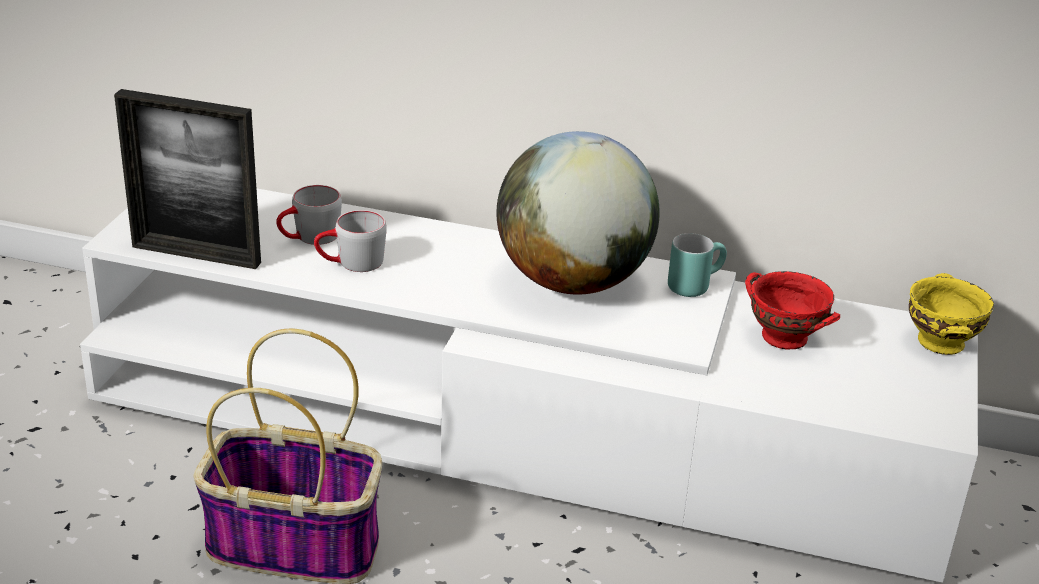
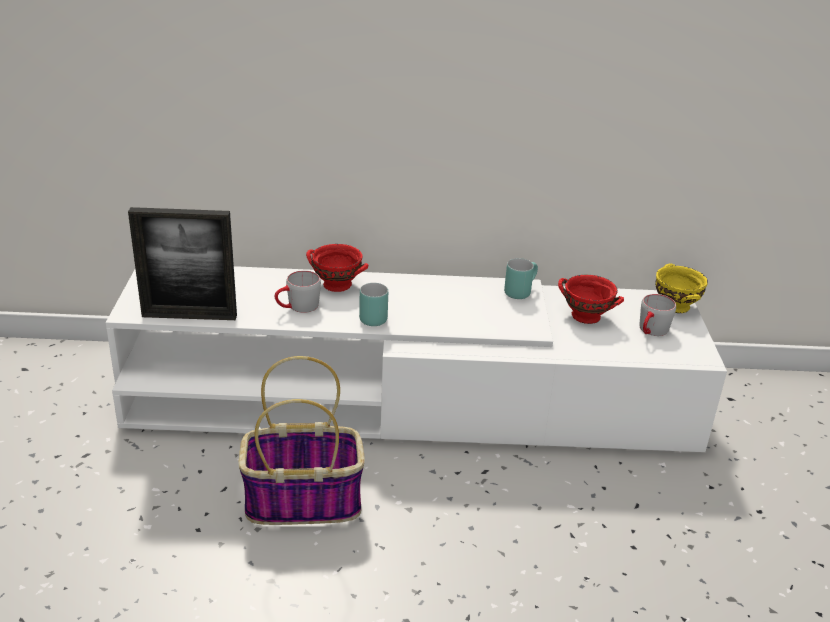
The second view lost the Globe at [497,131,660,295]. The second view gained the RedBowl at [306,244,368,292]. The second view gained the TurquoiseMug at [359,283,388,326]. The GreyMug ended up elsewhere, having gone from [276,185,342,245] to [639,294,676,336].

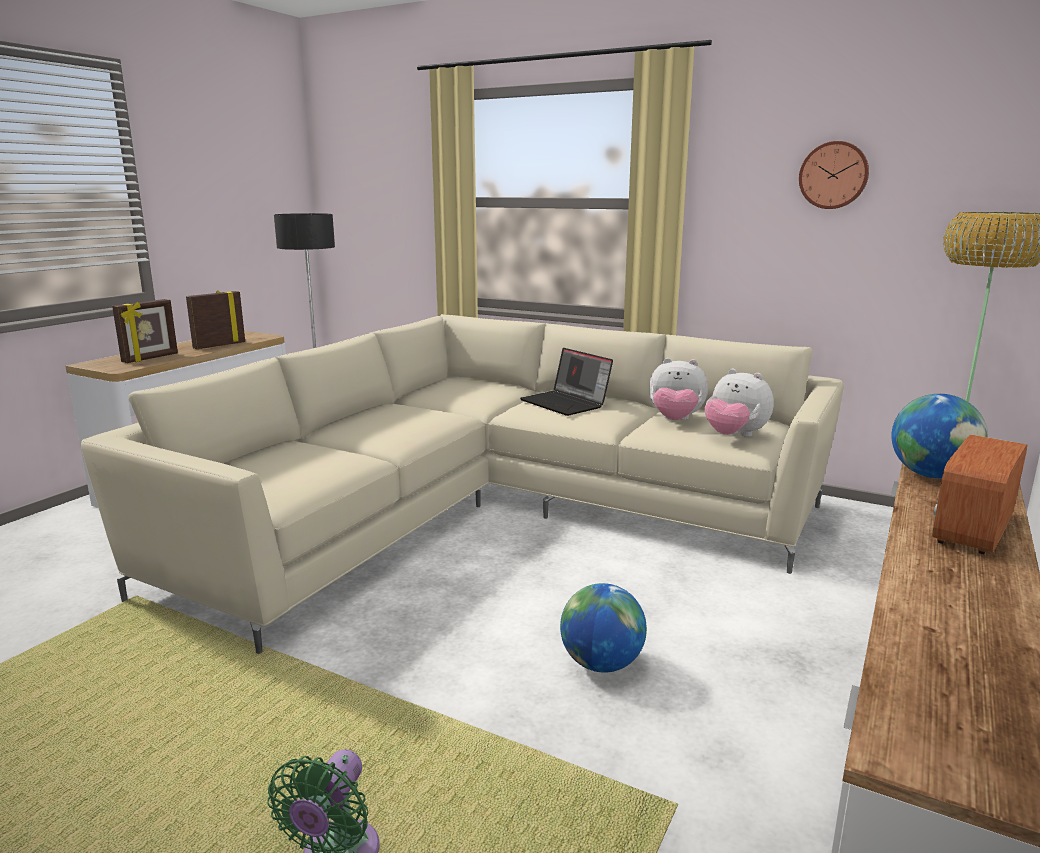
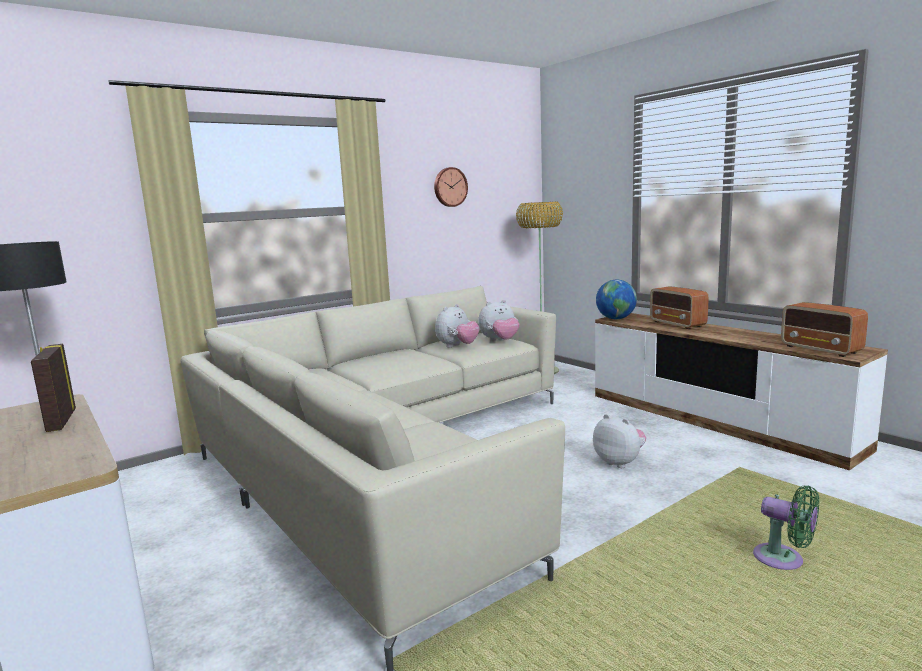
The second view lost the PictureFrame at [112,299,178,363]. The second view lost the Laptop at [520,348,613,416]. The second view gained the Radio at [781,302,868,357]. Where the Globe stood at [560,583,647,673], the PlushToy came to stand at [593,414,646,468].

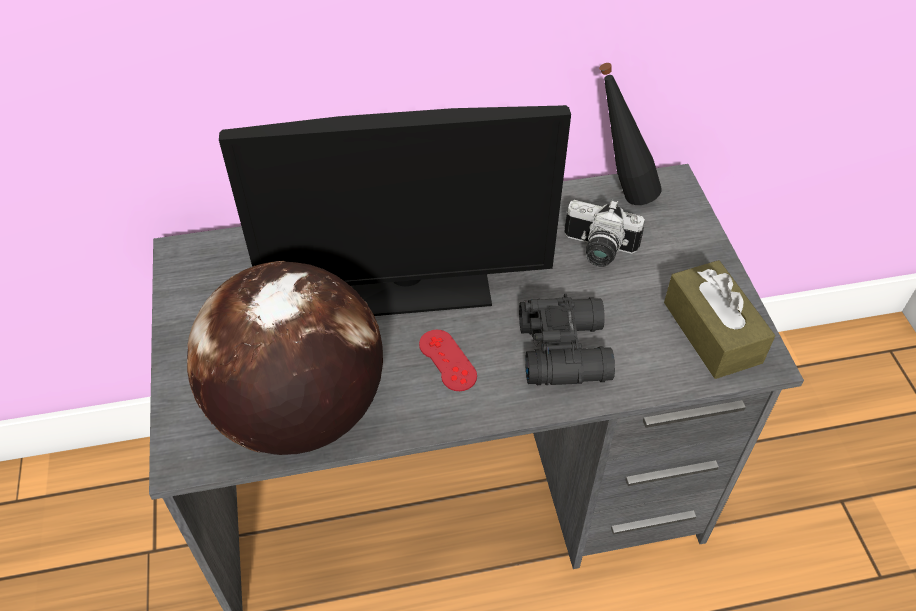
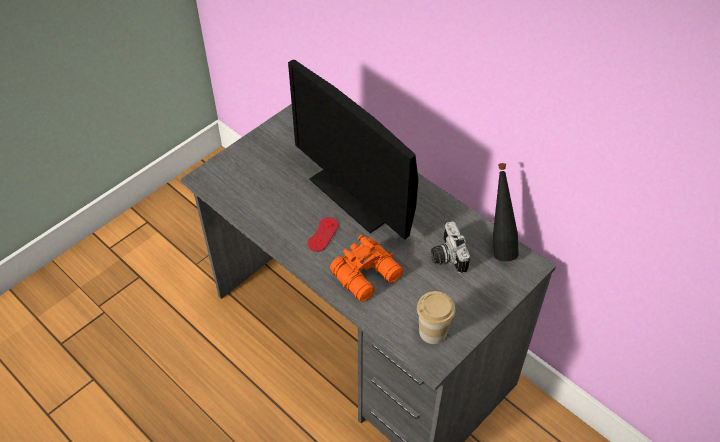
The second view lost the Globe at [187,261,383,455]. Where the BrownTissueBox stood at [664,260,775,379], the Cup came to stand at [417,291,455,344]. What was the BlackBinoculars at [519,294,615,385] turned into the OrangeBinoculars at [330,235,403,302].

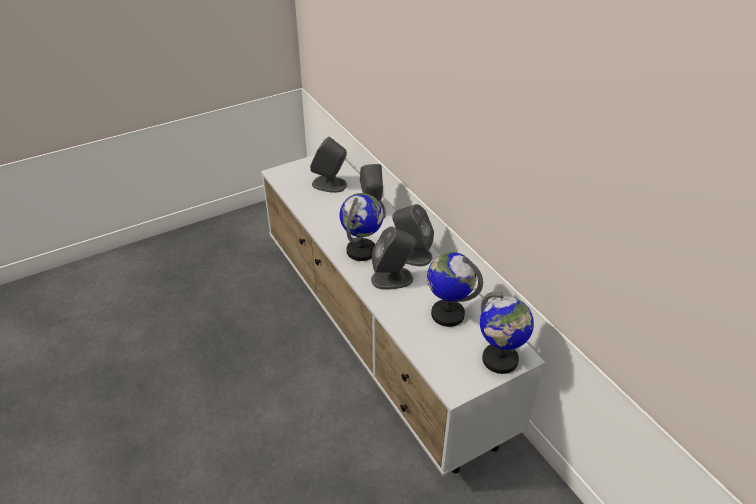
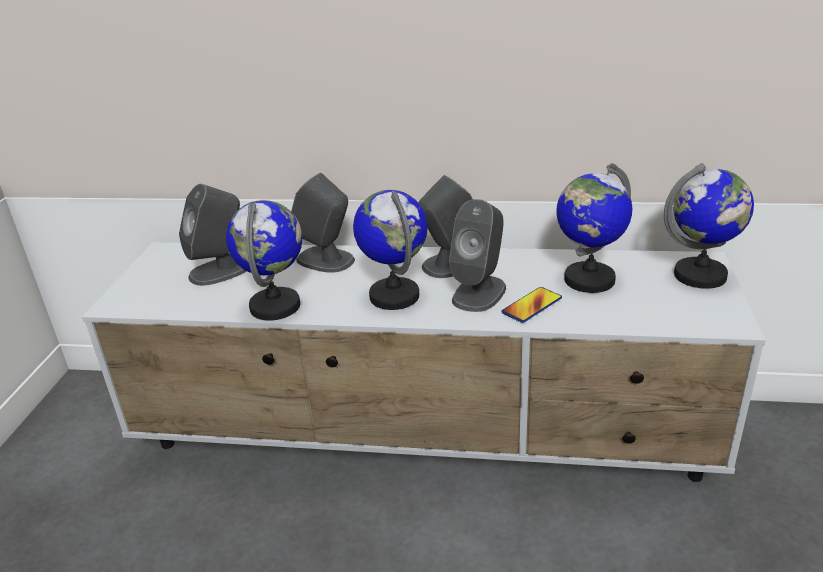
The second view gained the Globe at [226,200,302,321]. The second view gained the Phone at [502,287,562,323].

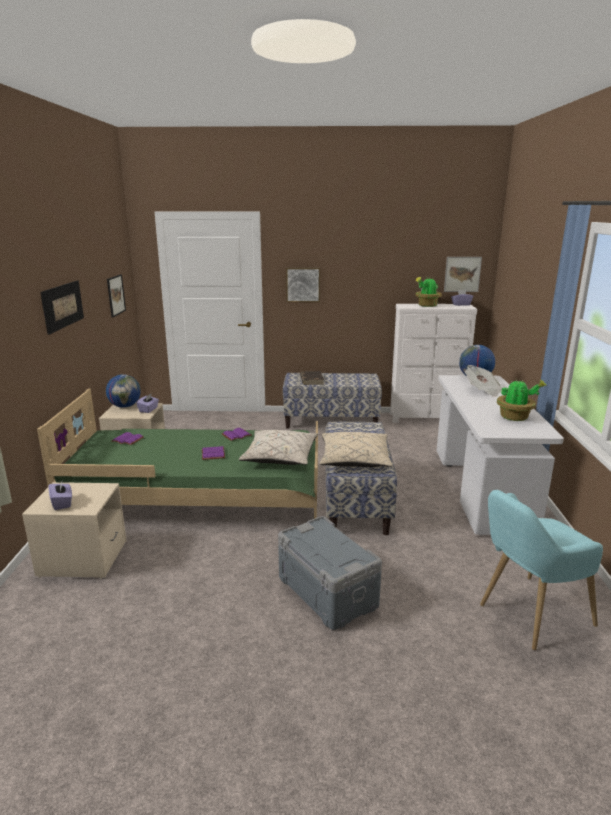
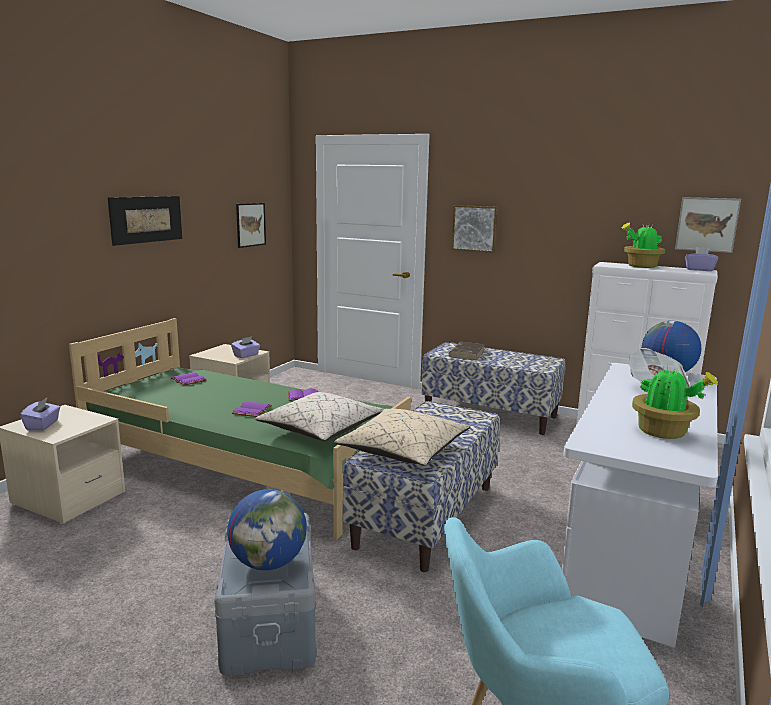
The Globe ended up elsewhere, having gone from [106,374,141,408] to [227,489,307,570].

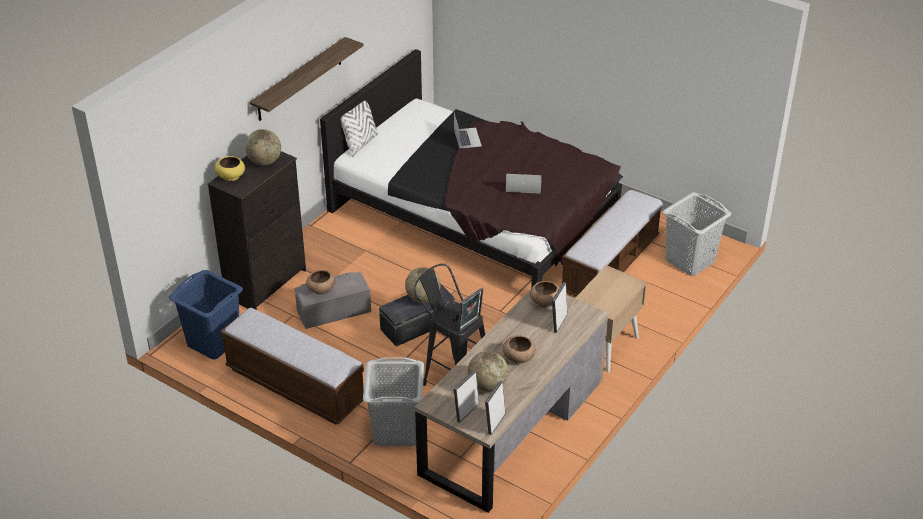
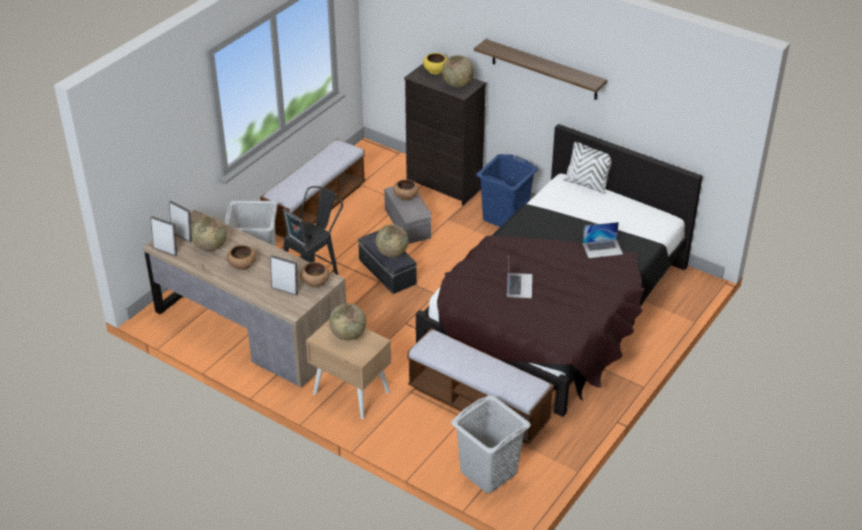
The second view gained the Globe at [329,303,366,340]. The BlueLaundryBasket ended up elsewhere, having gone from [169,270,243,359] to [476,154,538,227].

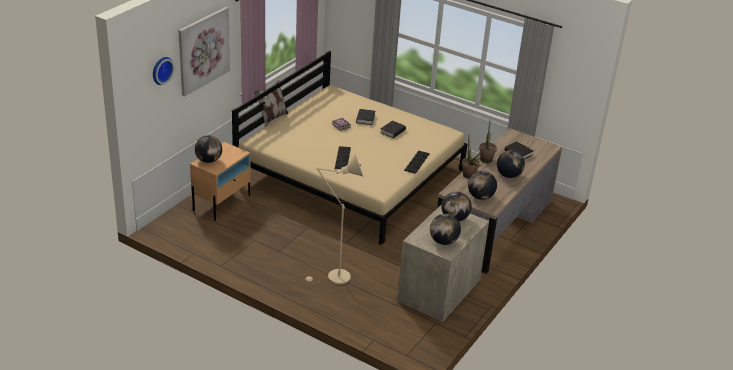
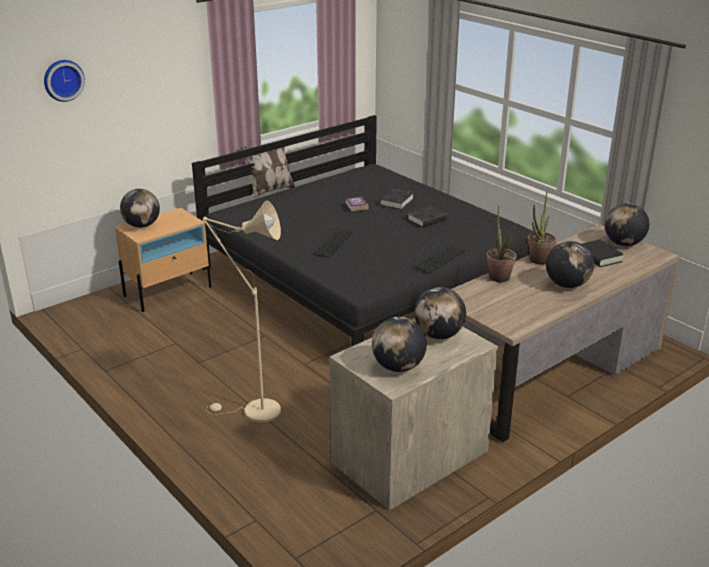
The second view lost the Picture at [178,7,230,97]. The Globe ended up elsewhere, having gone from [468,171,497,200] to [605,203,649,246]. What was the BeigeBed at [232,51,468,245] turned into the BlackBed at [192,115,534,347].

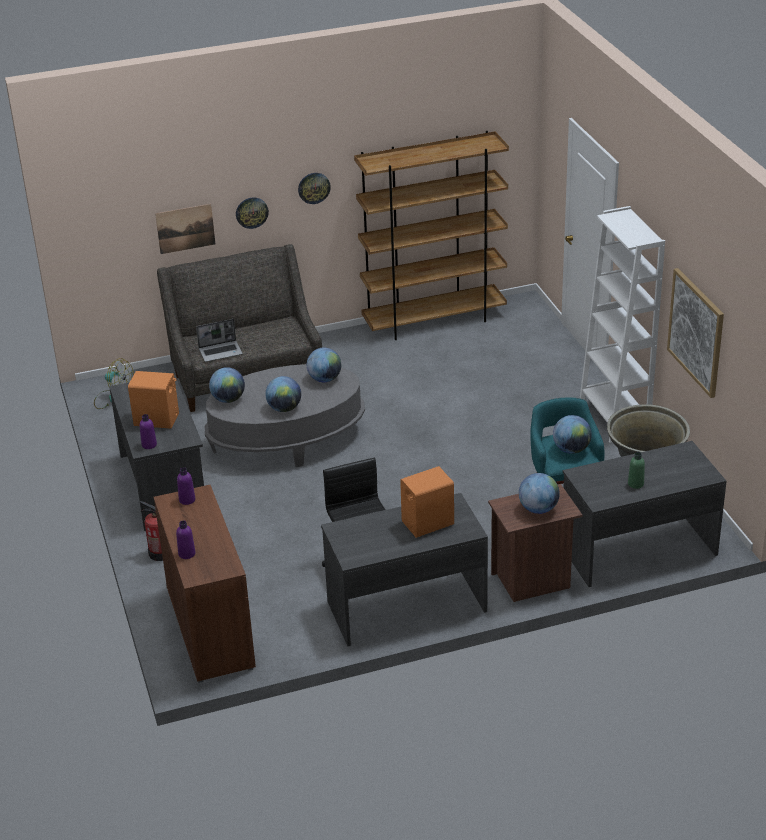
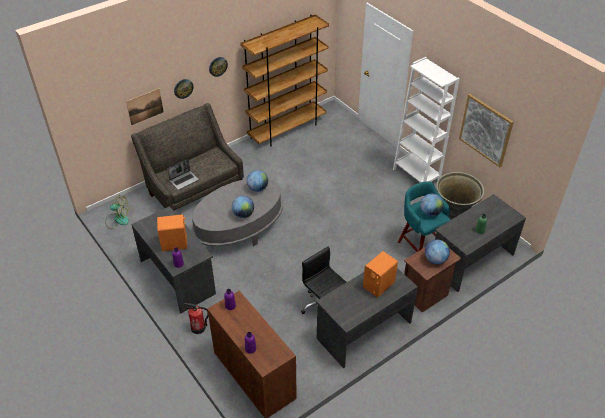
The second view lost the Globe at [209,367,245,403].

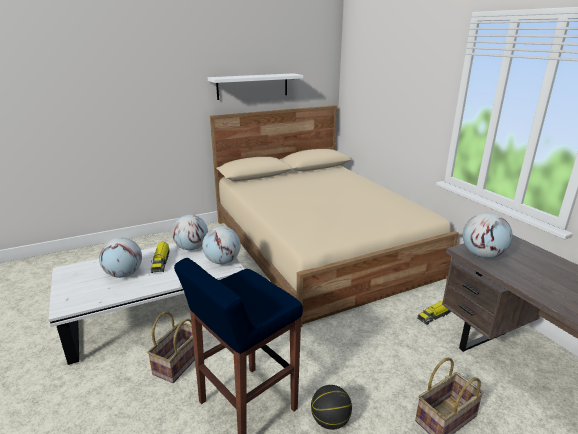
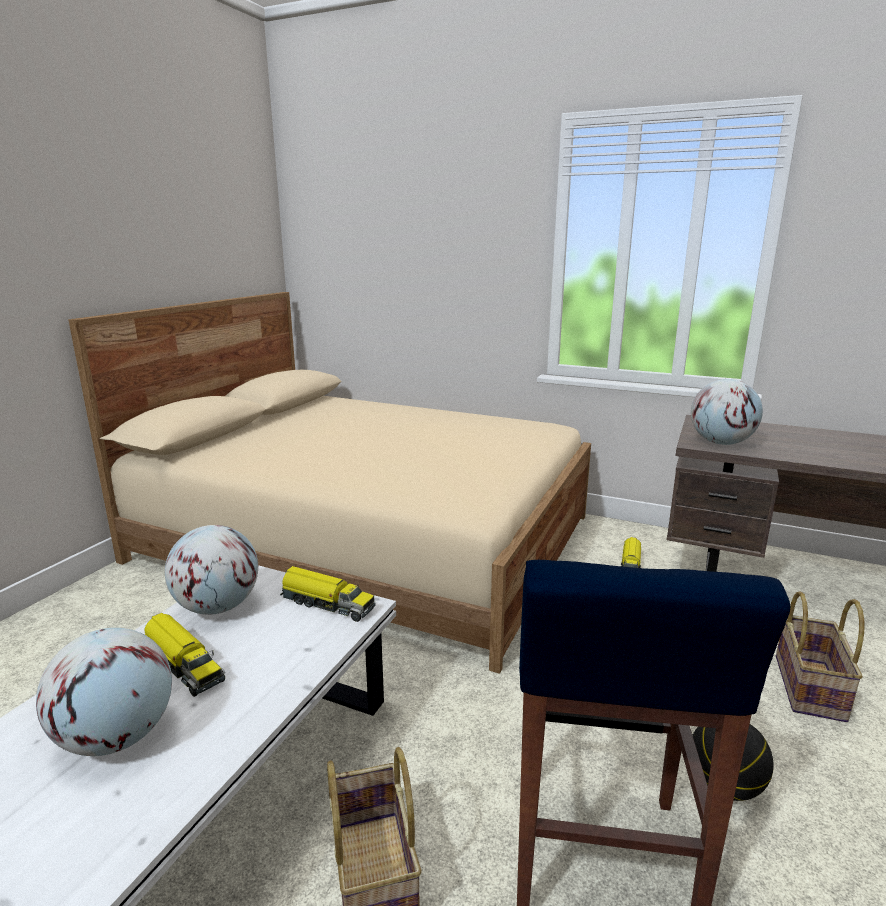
The second view lost the WhiteShelf at [208,73,303,100]. Where the Globe stood at [202,226,241,264], the ToyTruck came to stand at [280,566,376,622].

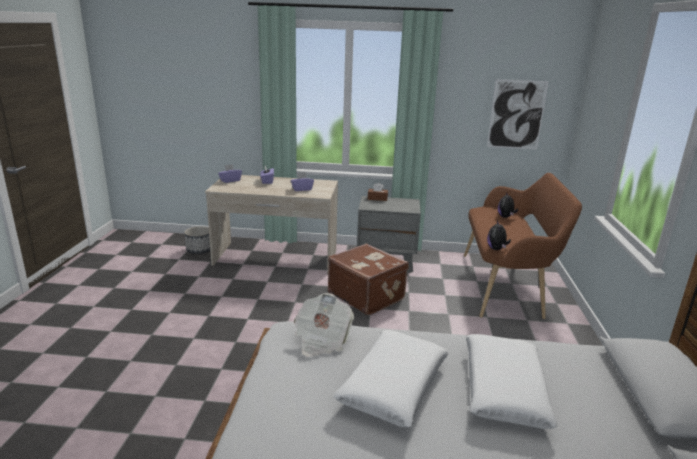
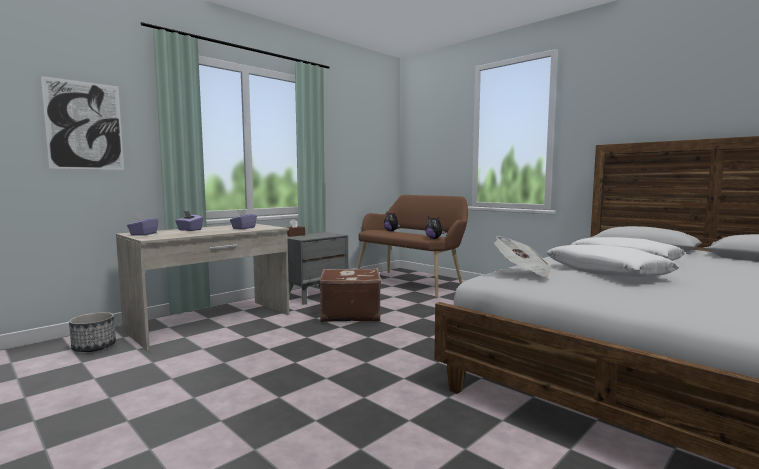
The Picture ended up elsewhere, having gone from [487,79,549,149] to [41,76,124,170].

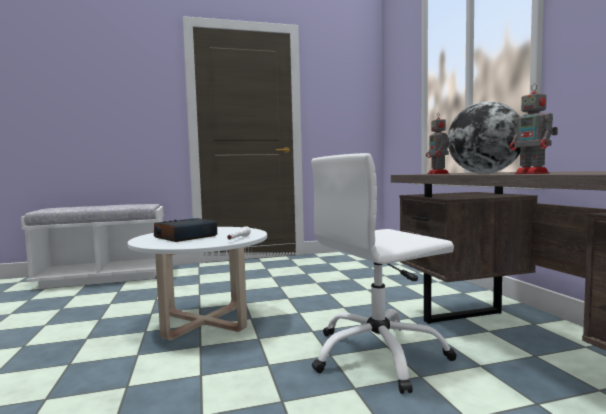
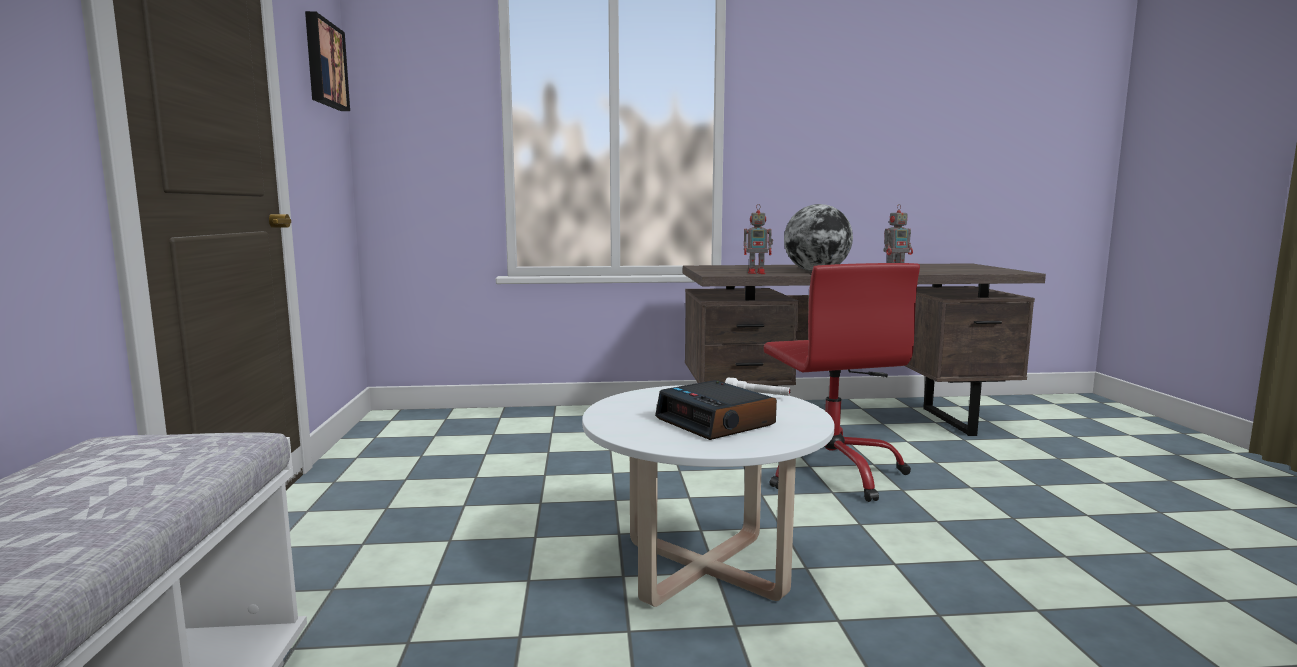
The second view gained the Picture at [305,11,350,111]. What was the WhiteOfficeChair at [311,153,457,394] turned into the RedOfficeChair at [764,263,920,502].

